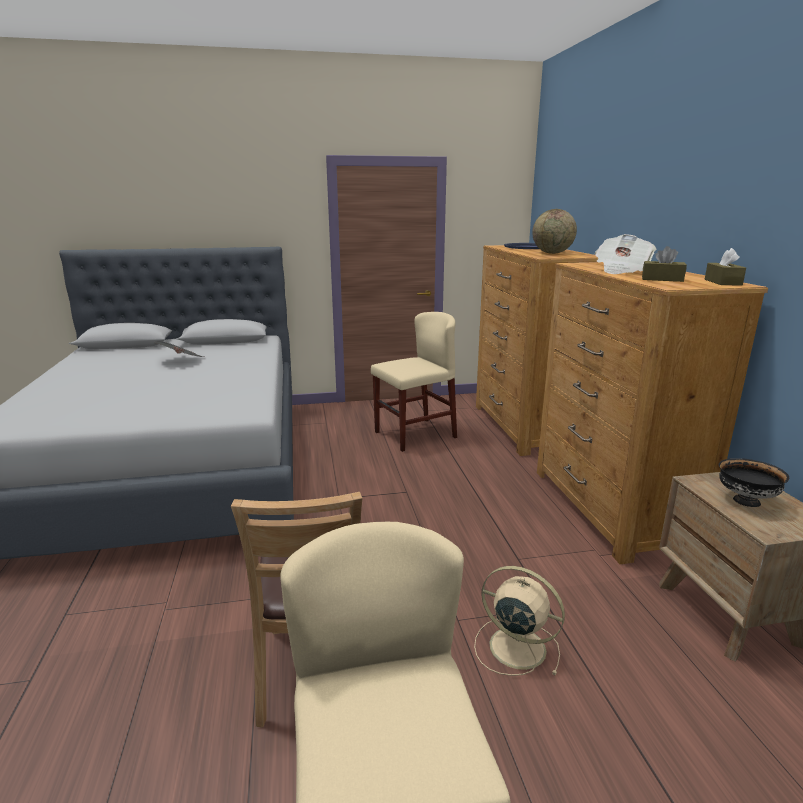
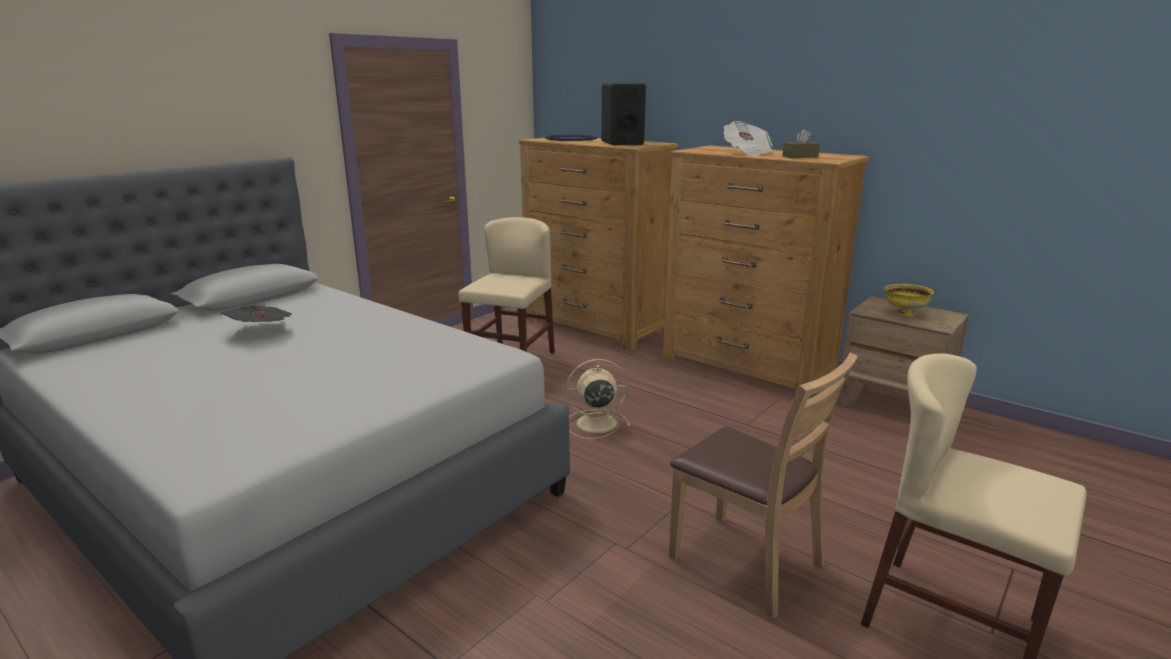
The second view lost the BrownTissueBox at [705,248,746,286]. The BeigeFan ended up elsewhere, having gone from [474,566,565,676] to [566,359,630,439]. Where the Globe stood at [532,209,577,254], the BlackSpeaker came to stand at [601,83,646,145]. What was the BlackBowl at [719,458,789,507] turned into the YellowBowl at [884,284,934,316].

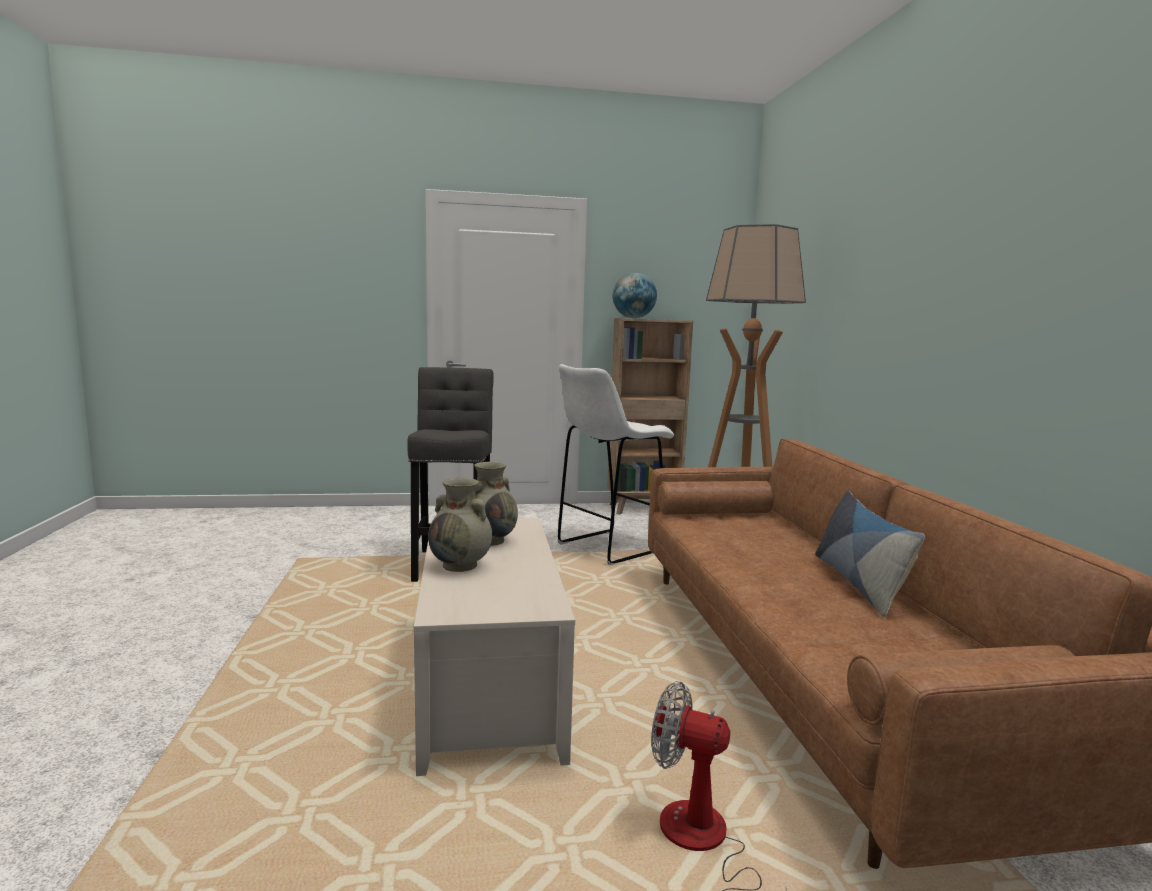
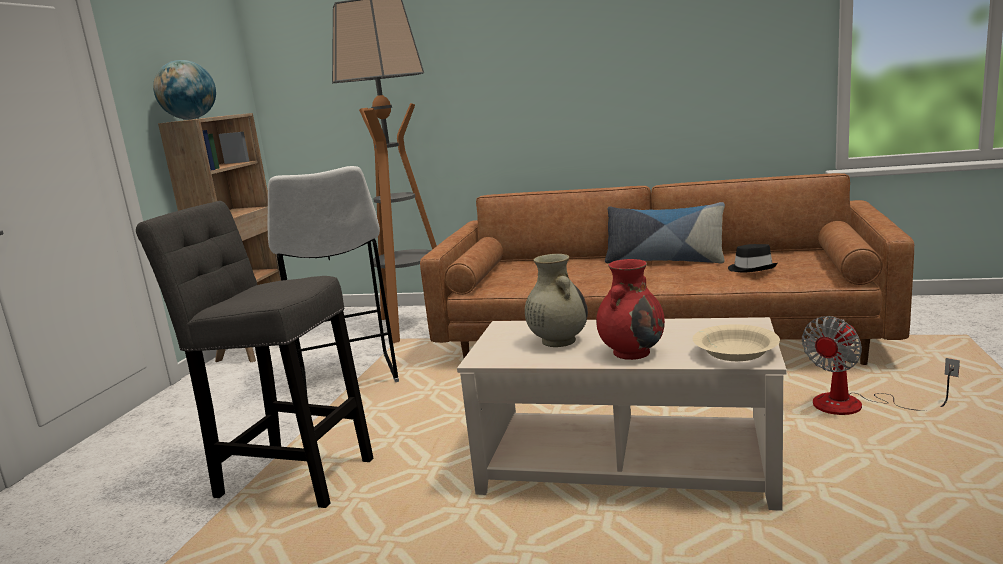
The second view gained the BeigeBowl at [693,324,780,361]. The second view gained the BlackHat at [728,244,777,272]. What was the BeigeVase at [428,478,492,572] turned into the RedVase at [596,259,665,360].

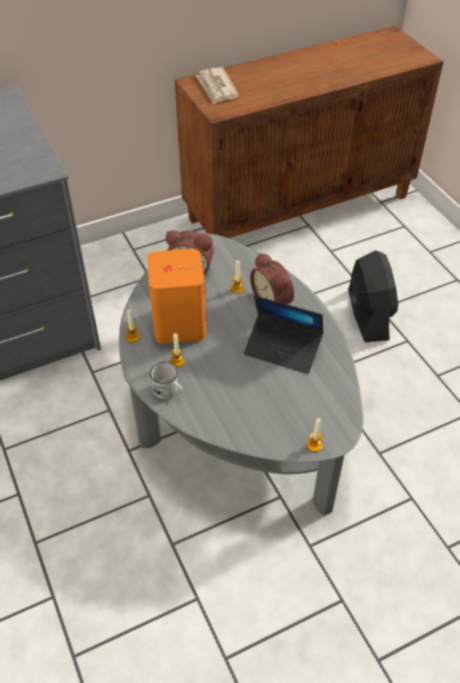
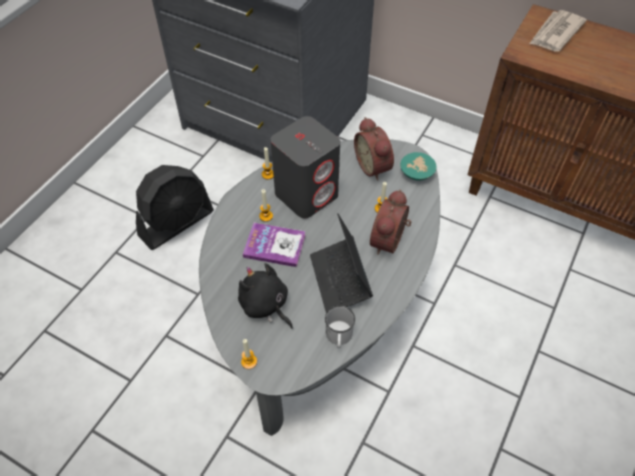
The second view gained the BlackPlushToy at [238,263,293,329]. The second view gained the Book at [243,223,306,267]. The second view gained the TurquoiseBowl at [400,152,436,180]. The WhiteMug ended up elsewhere, having gone from [150,362,183,399] to [325,306,355,348]. The BlackFan ended up elsewhere, having gone from [348,250,398,342] to [136,165,214,250]. What was the OrangeSpeaker at [147,249,206,344] turned into the GreySpeaker at [271,116,340,219].

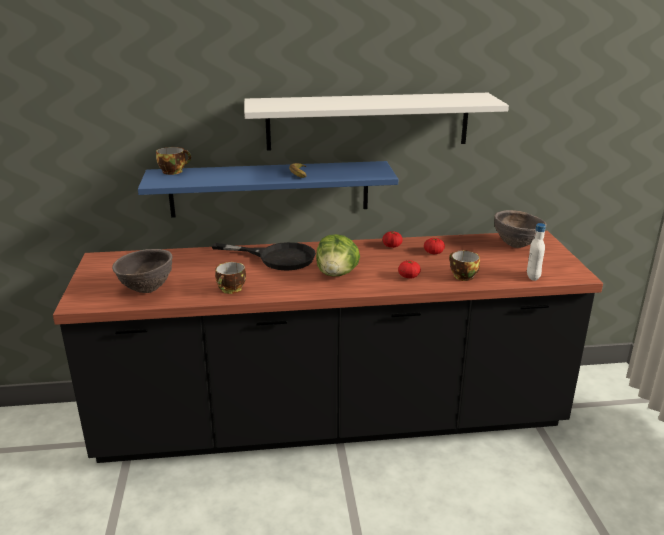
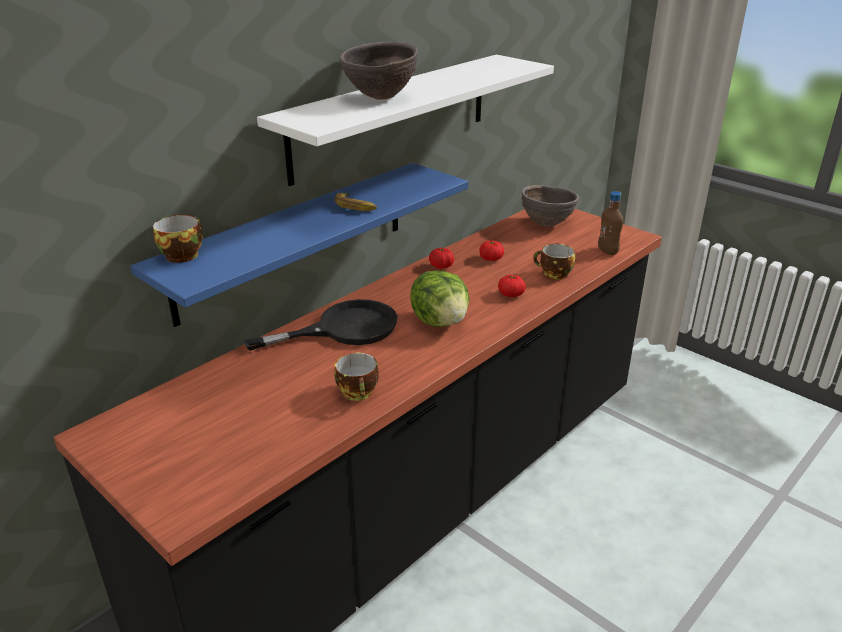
The BrownBowl ended up elsewhere, having gone from [112,249,173,293] to [339,41,418,100]. What was the WhiteBottle at [527,223,546,281] turned into the BrownBottle at [598,191,624,255].

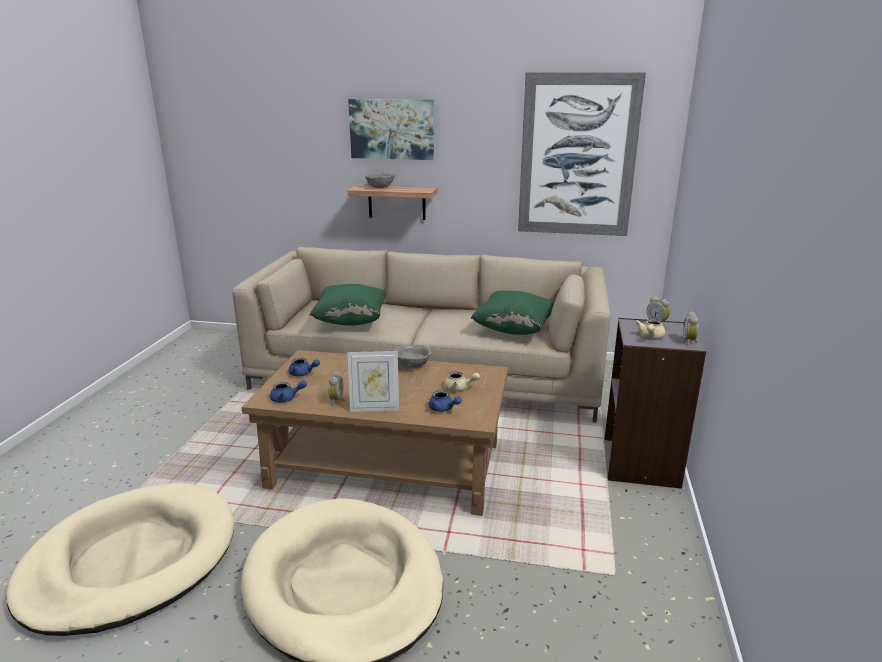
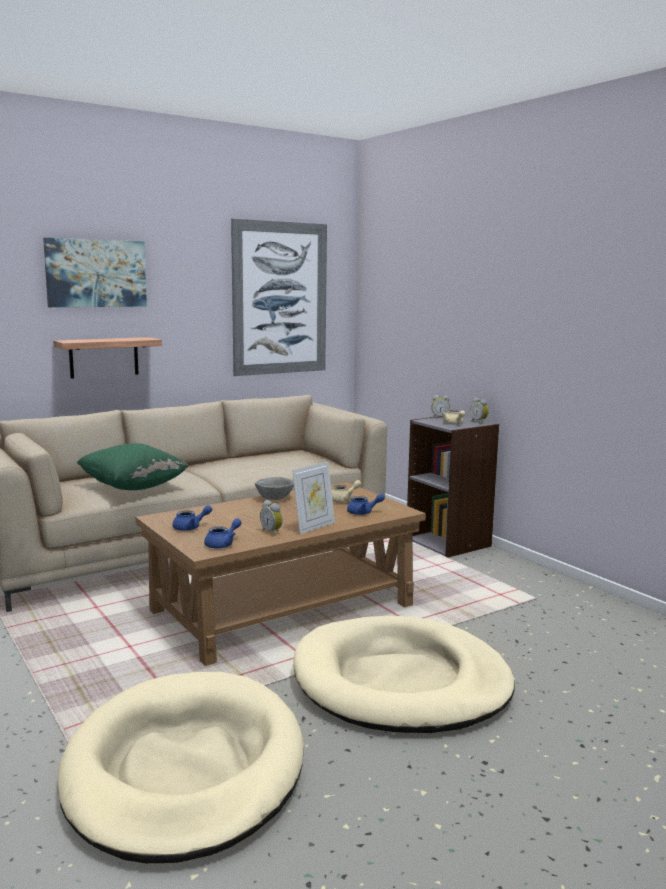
The second view lost the GreyBowl at [365,173,395,188]. The second view lost the GreenPillow at [470,291,554,335].

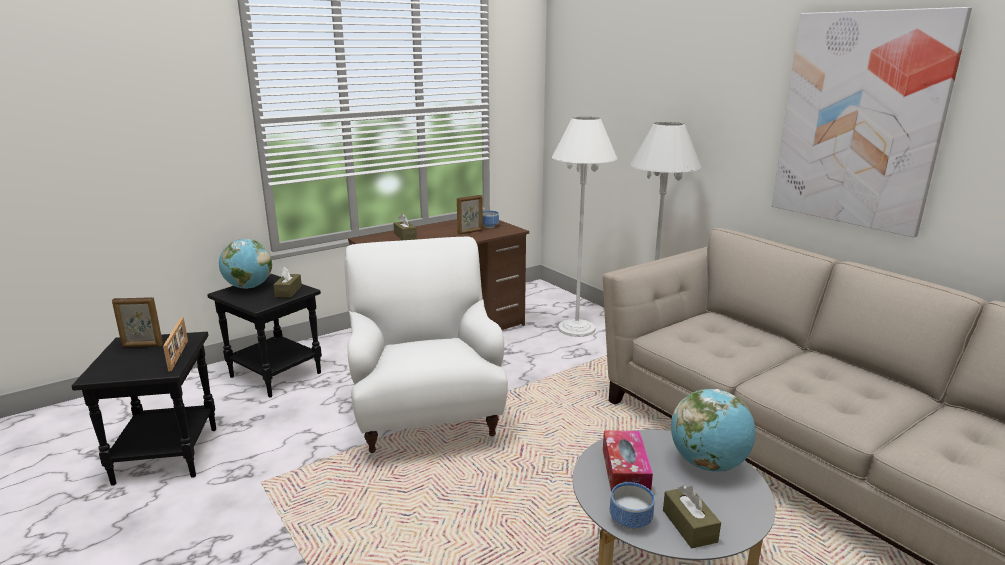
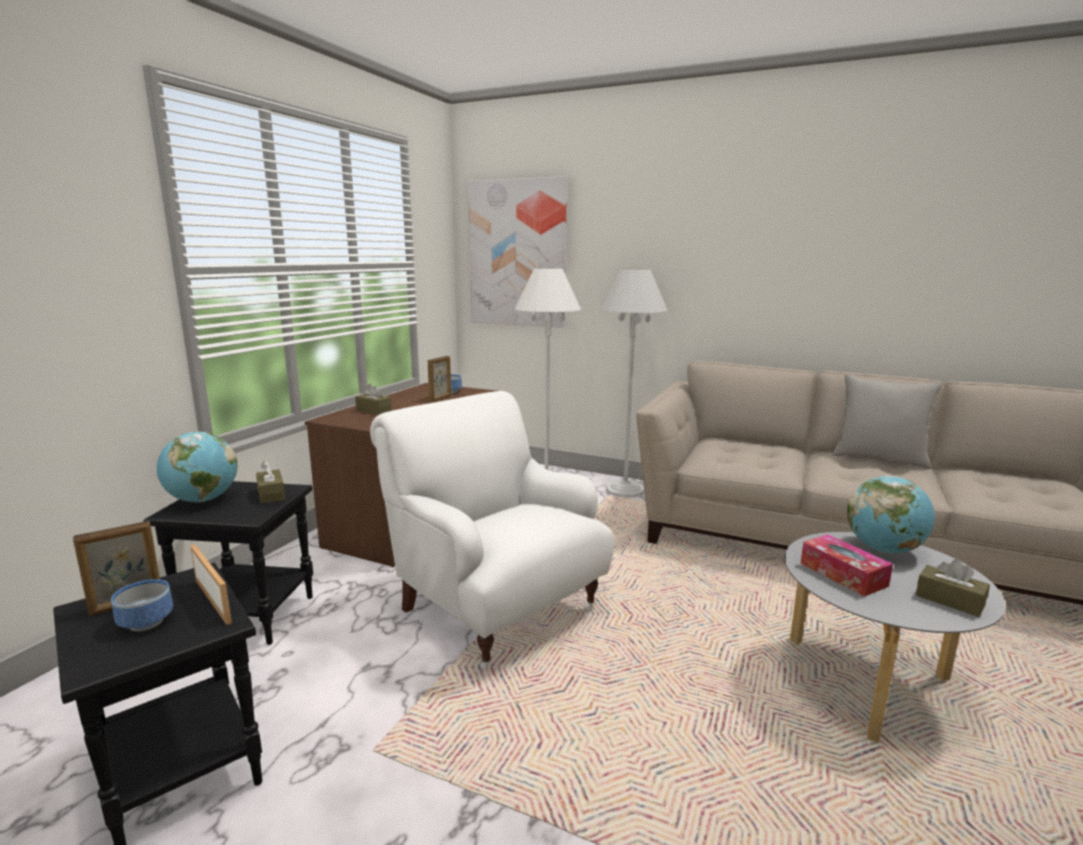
The second view gained the GreyPillow at [833,374,942,469]. The Bowl ended up elsewhere, having gone from [610,482,654,529] to [111,579,173,631]. The Picture ended up elsewhere, having gone from [771,7,972,237] to [468,176,567,328].

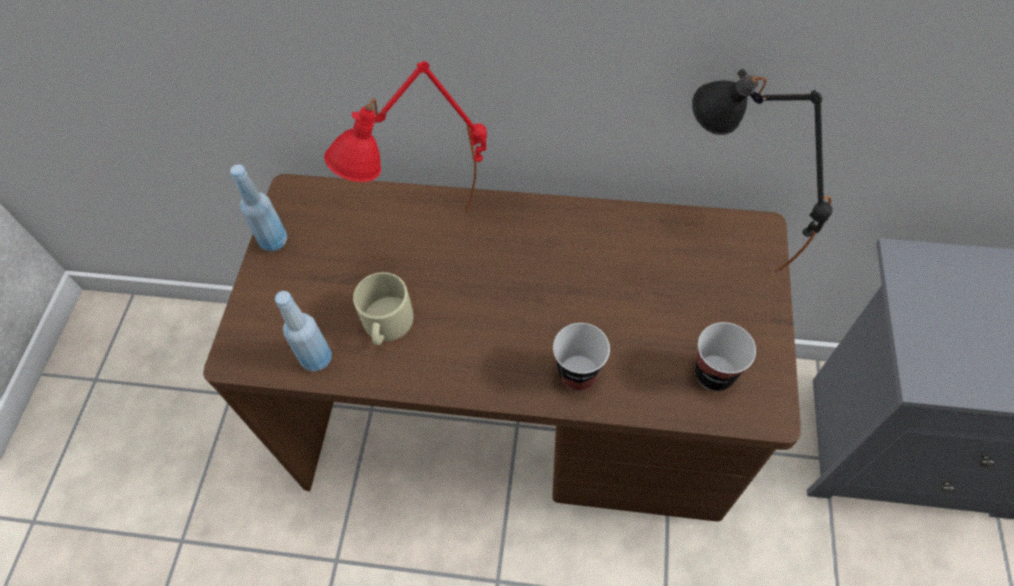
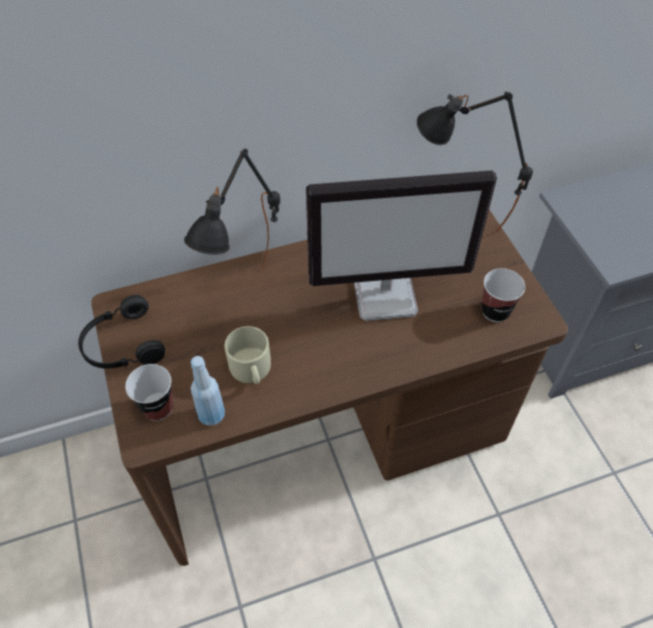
The second view gained the Monitor at [306,170,497,321]. The Cup ended up elsewhere, having gone from [553,323,610,391] to [125,364,173,421]. Where the BlueBottle stood at [230,164,287,251], the BlackHeadphones came to stand at [78,295,165,369]. What was the RedTableLamp at [324,61,487,212] turned into the BlackTableLamp at [184,149,280,270].

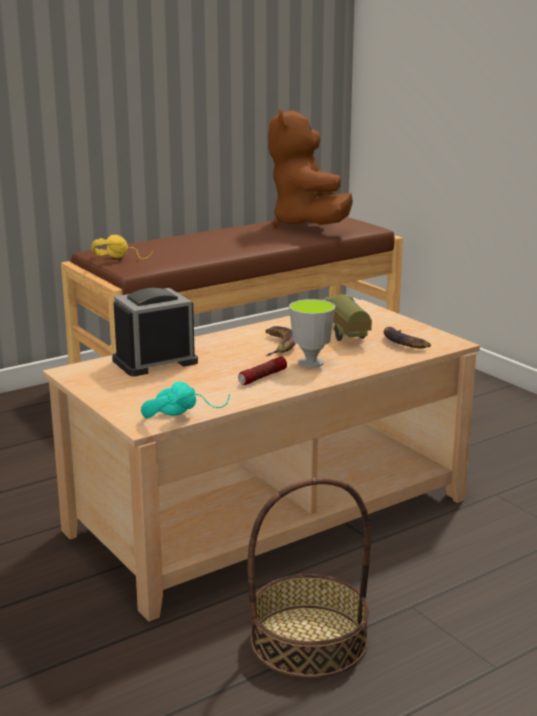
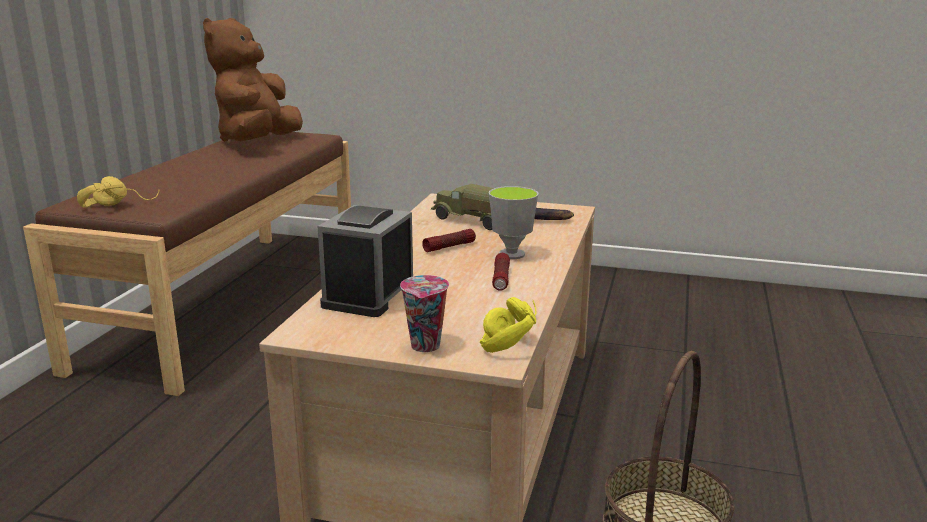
The second view gained the Cup at [400,275,449,352]. Where the Banana stood at [266,326,296,356], the Flashlight came to stand at [422,229,476,252]. What was the TurquoiseHeadphones at [141,382,230,419] turned into the YellowHeadphones at [480,297,537,353]. The BrownPlushToy at [268,109,353,227] ended up facing another way, 60 degrees clockwise from before.

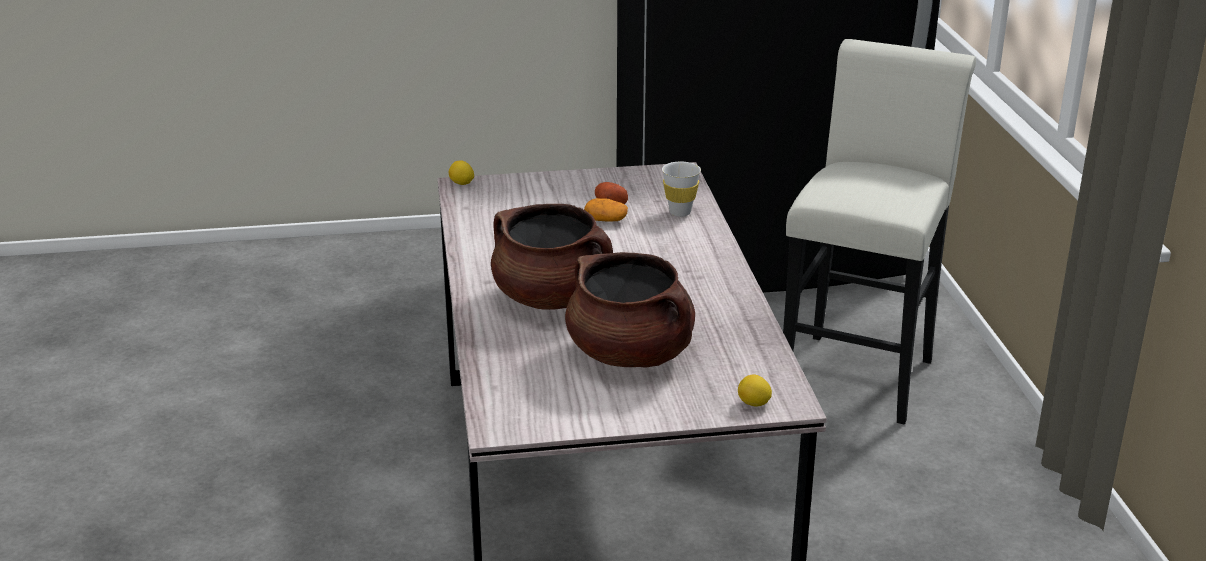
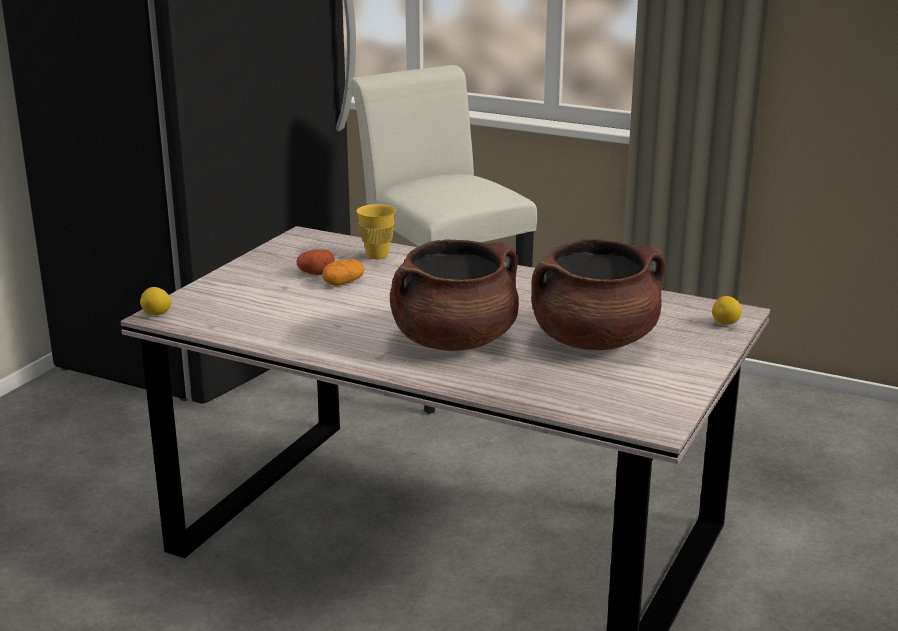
What was the WhiteCup at [662,162,701,217] turned into the YellowCup at [356,204,396,259].

